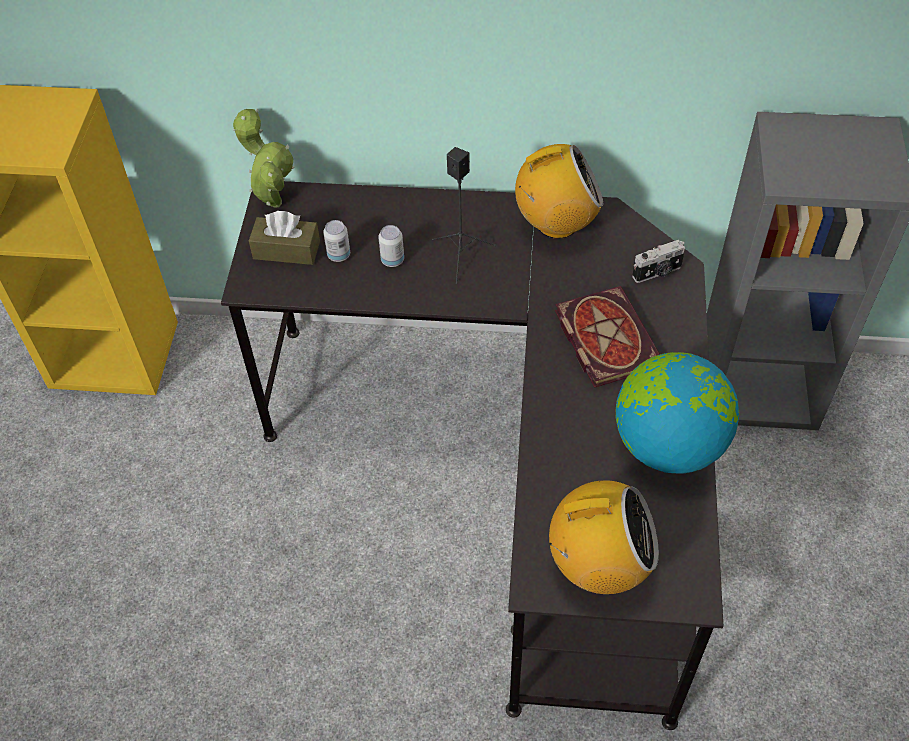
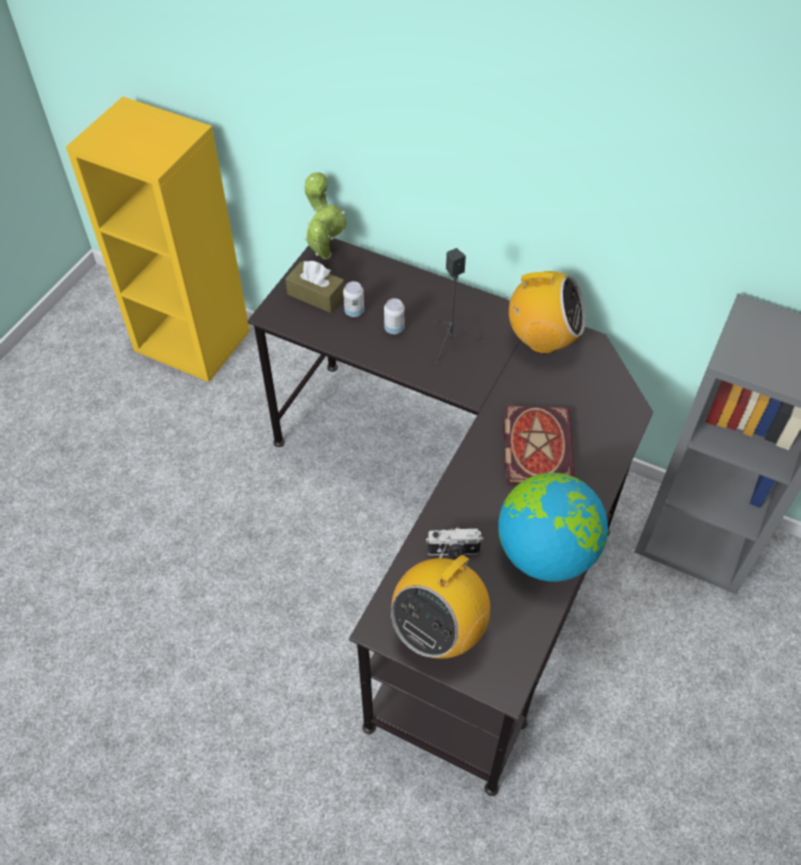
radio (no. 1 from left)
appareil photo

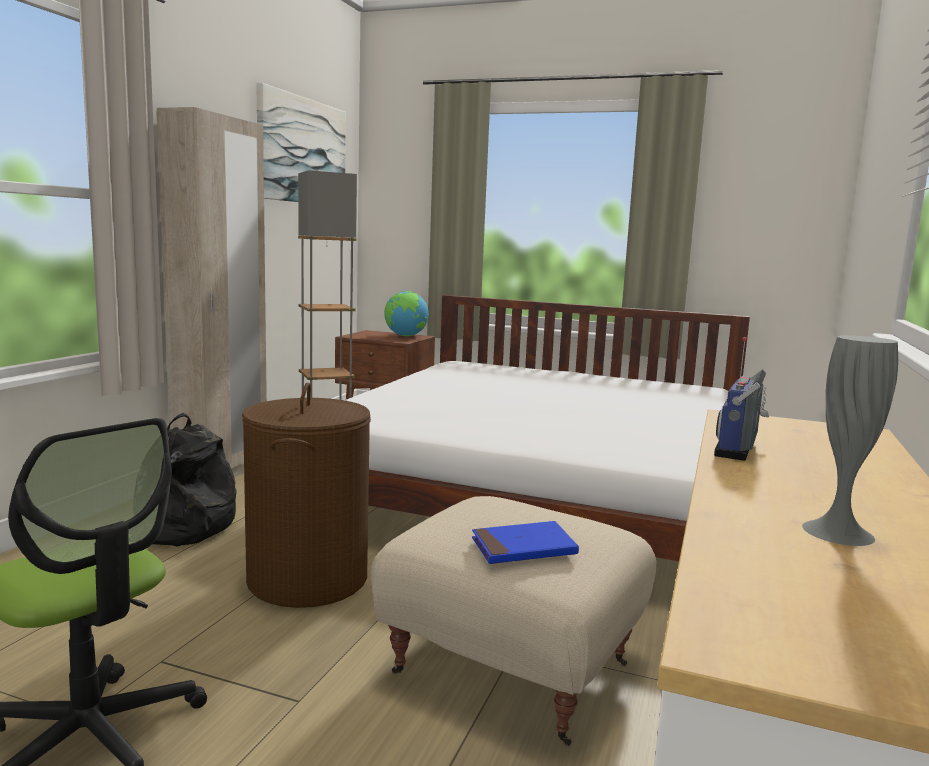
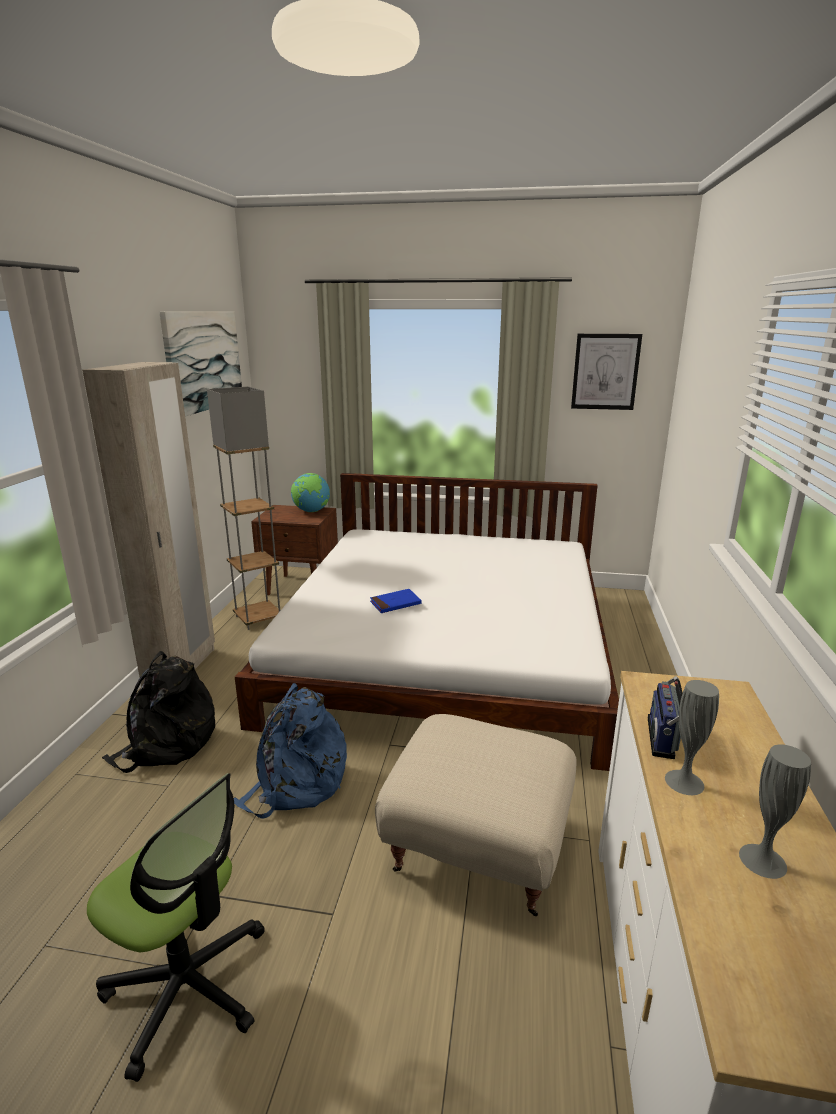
sac à dos/bleu
livre/bleu
tableau (no. 2 from left)
vase/gris (no. 1 from left)

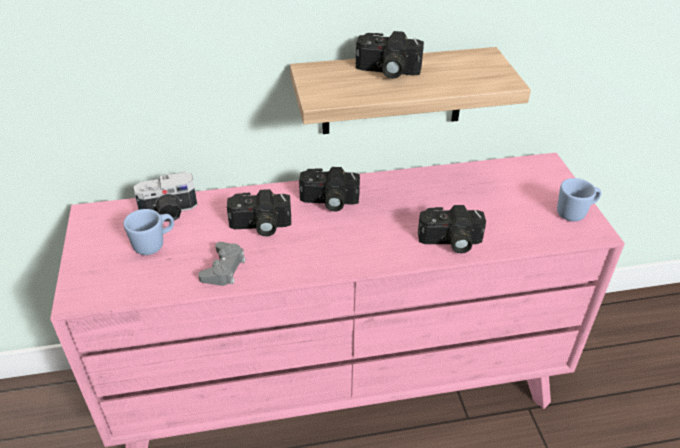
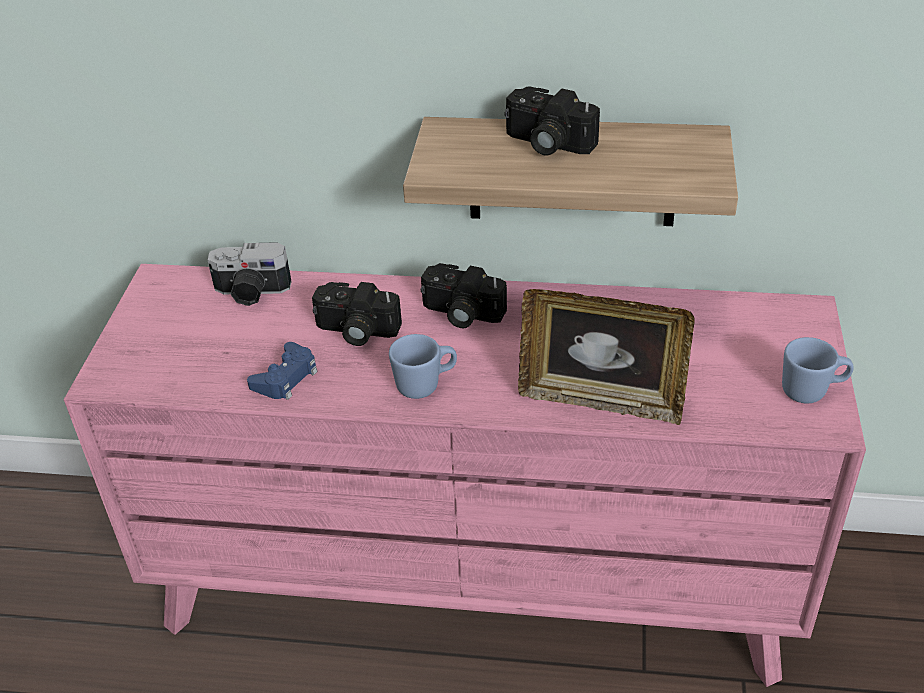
manette/bleu
mug/bleu (no. 1 from left)
cadre photo

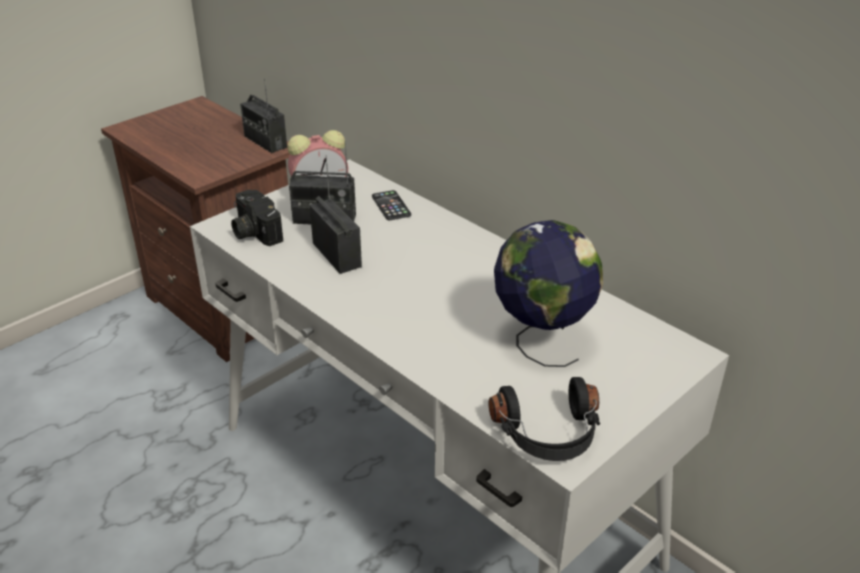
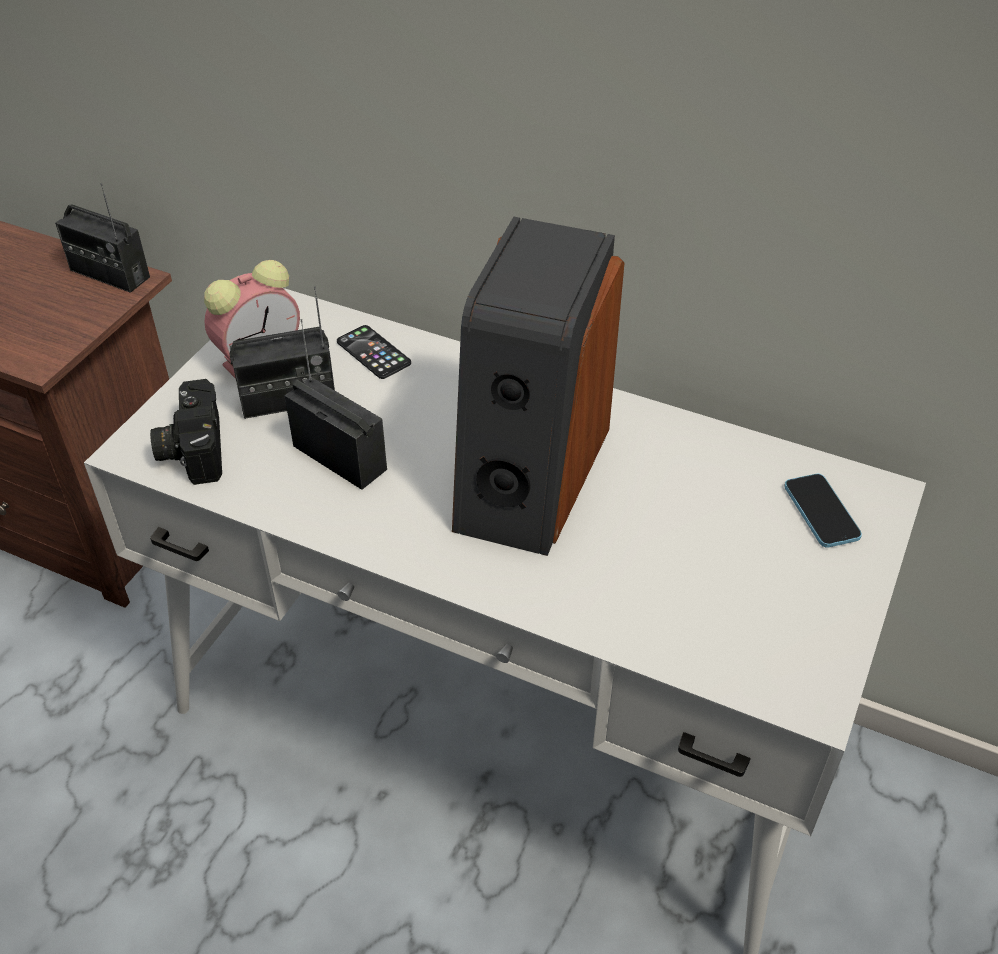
appareil photo
enceinte
téléphone (no. 2 from left)
casque audio/noir
globe

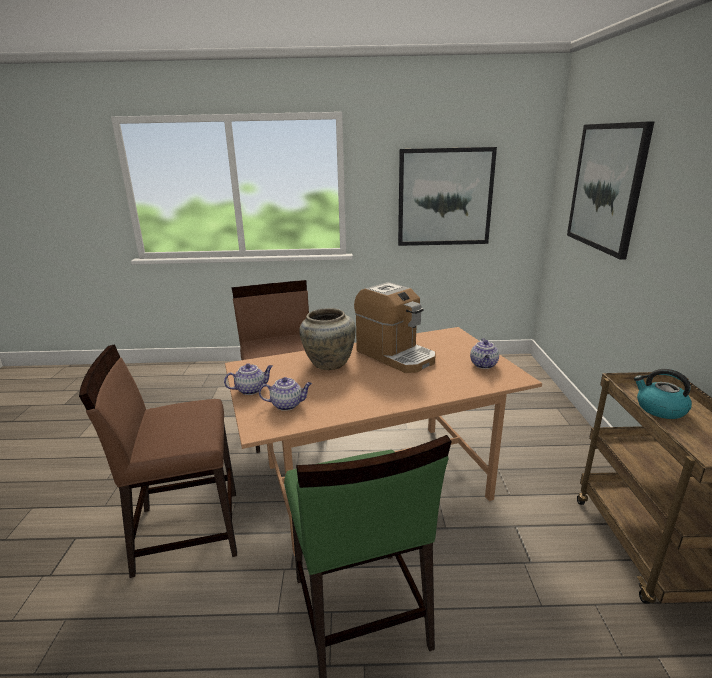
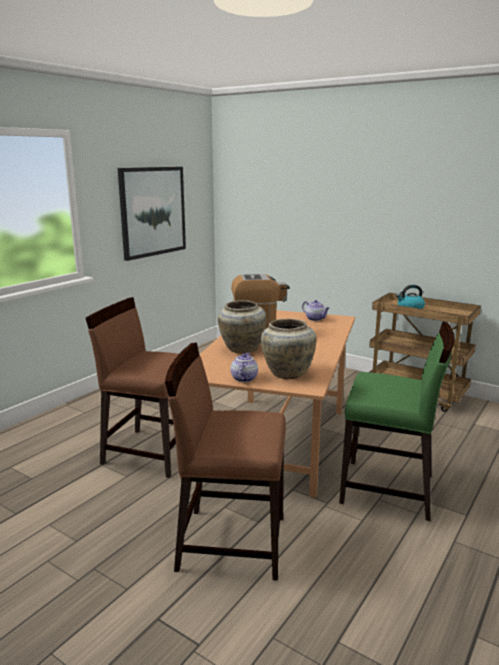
chaise/marron (no. 2 from left)
vase/beige (no. 2 from left)
tableau (no. 2 from left in the first image)

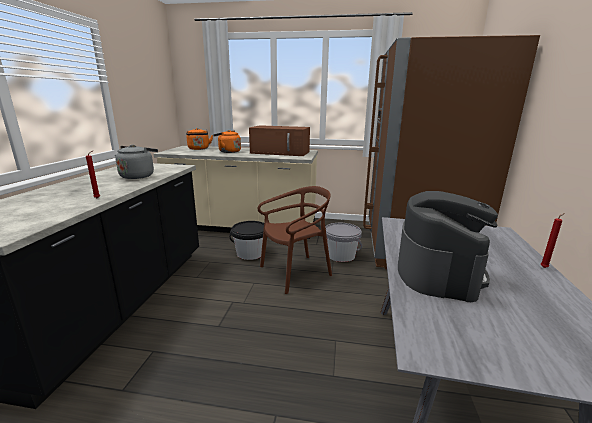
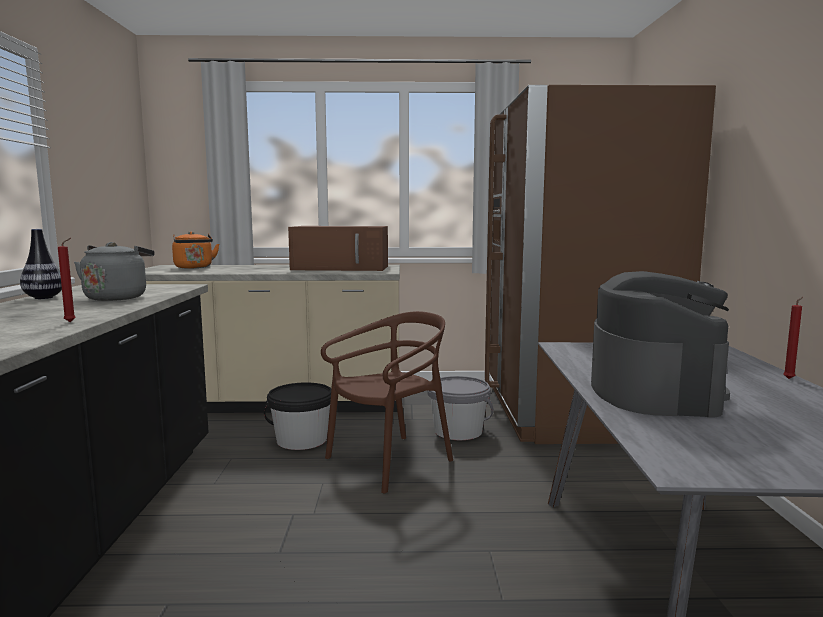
vase
bouilloire/orange (no. 2 from left in the first image)

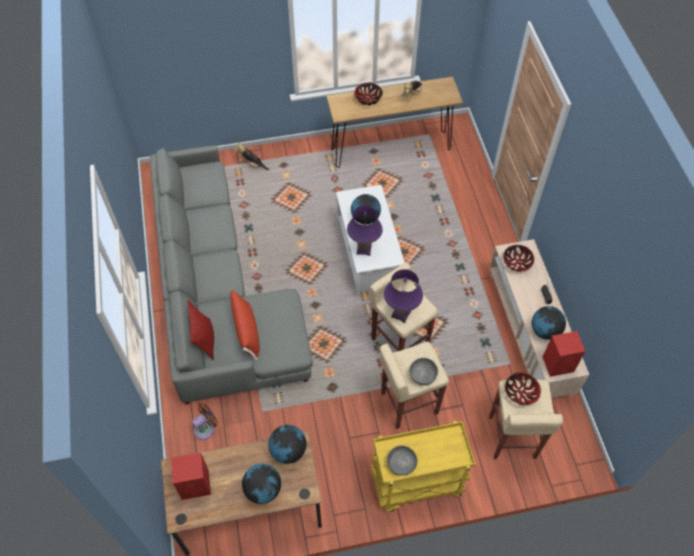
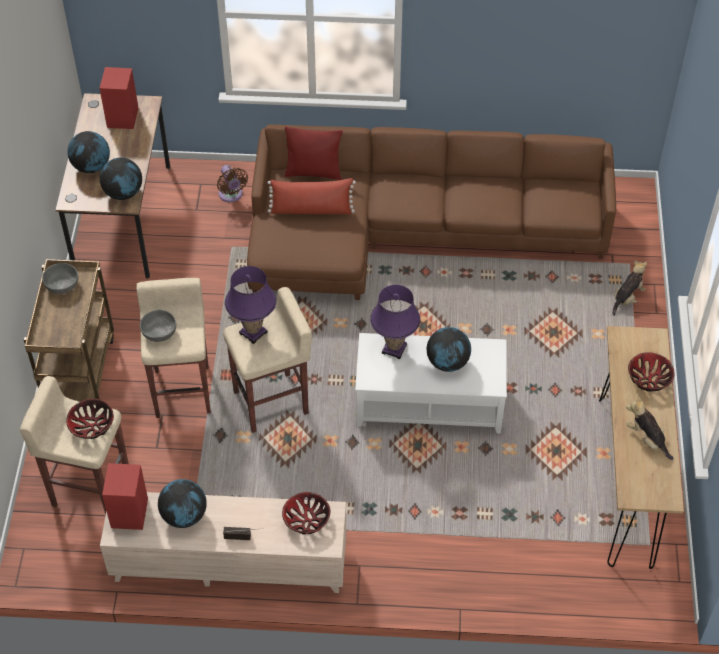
chariot/marron
canapé/marron

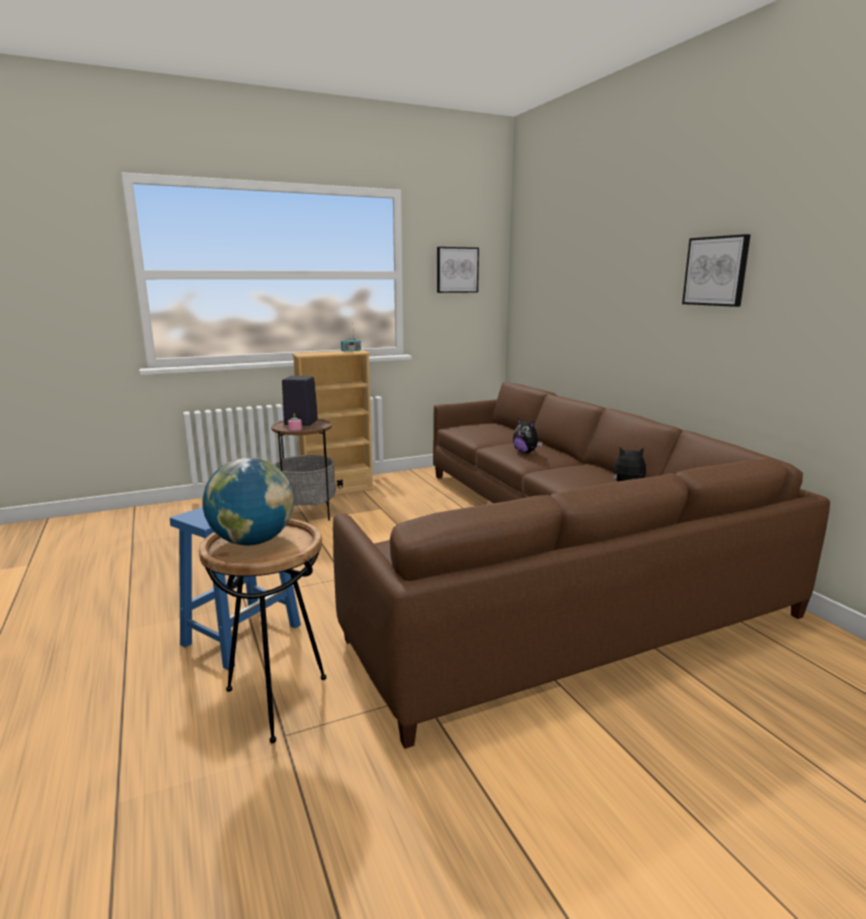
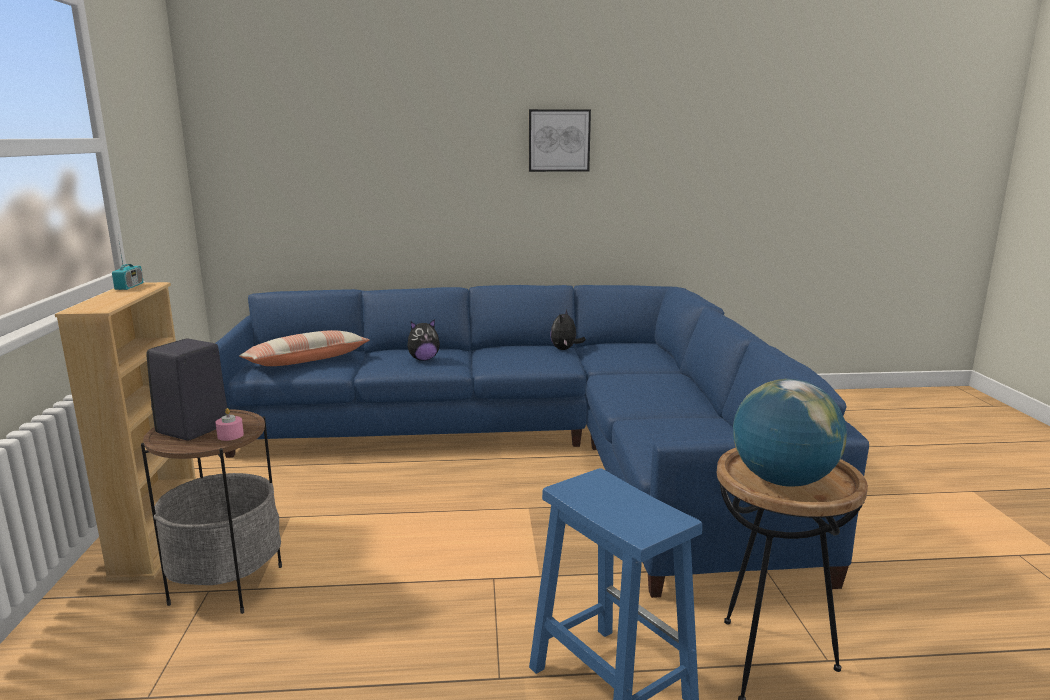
canapé/bleu
coussin
tableau (no. 1 from left in the first image)

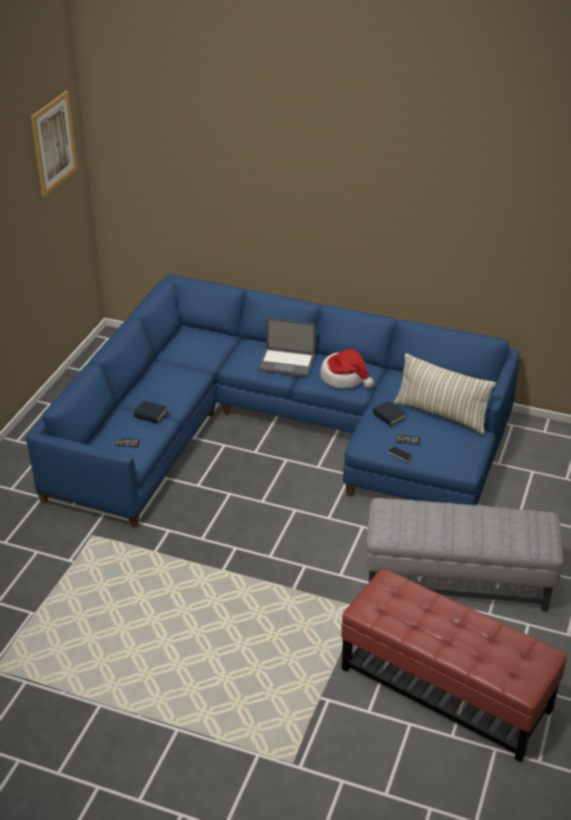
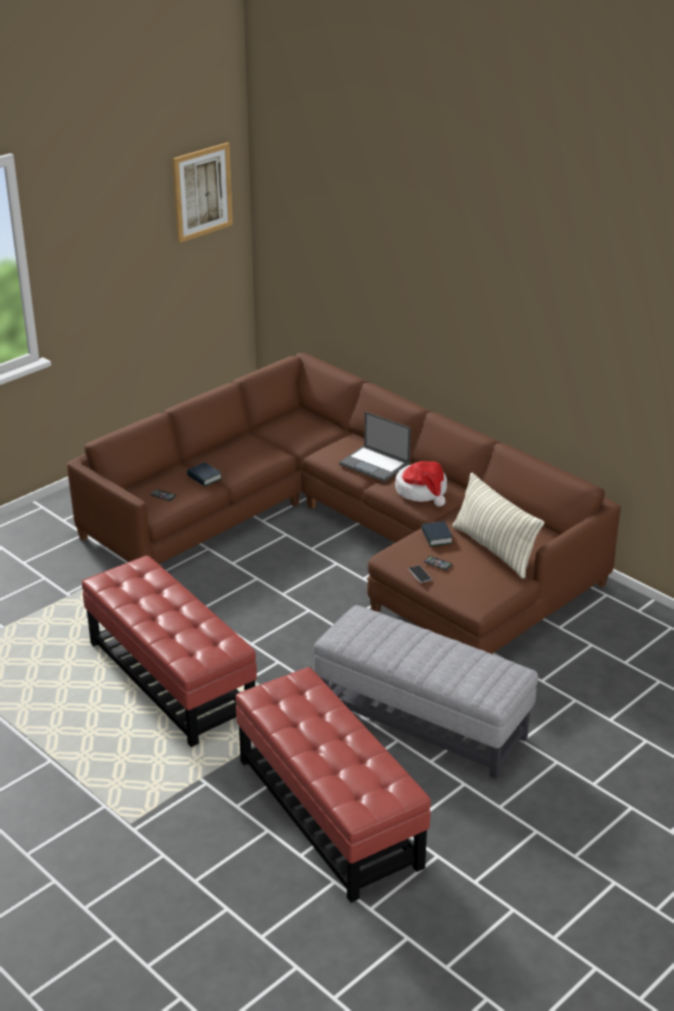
canapé/marron
pouf/rouge (no. 1 from left)

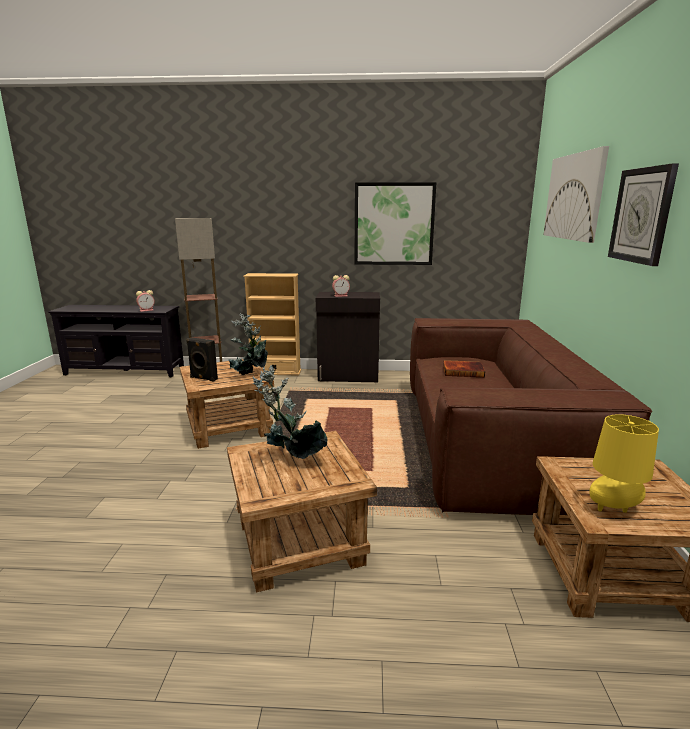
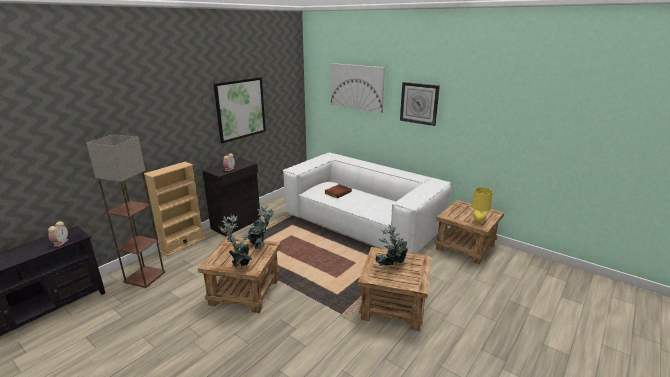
plante en pot (no. 1 from left)
canapé/blanc

